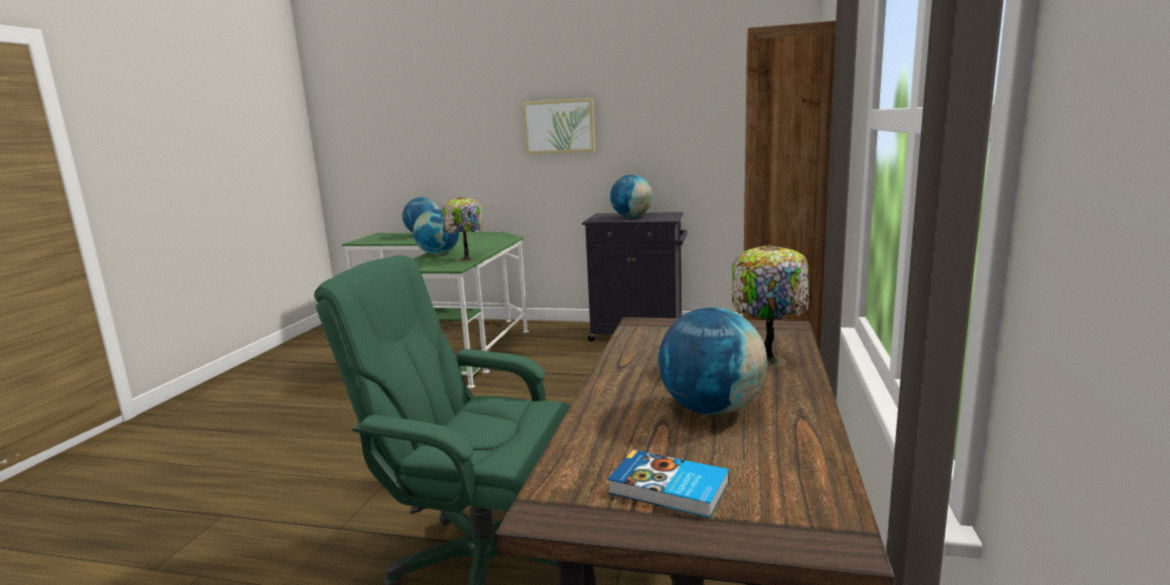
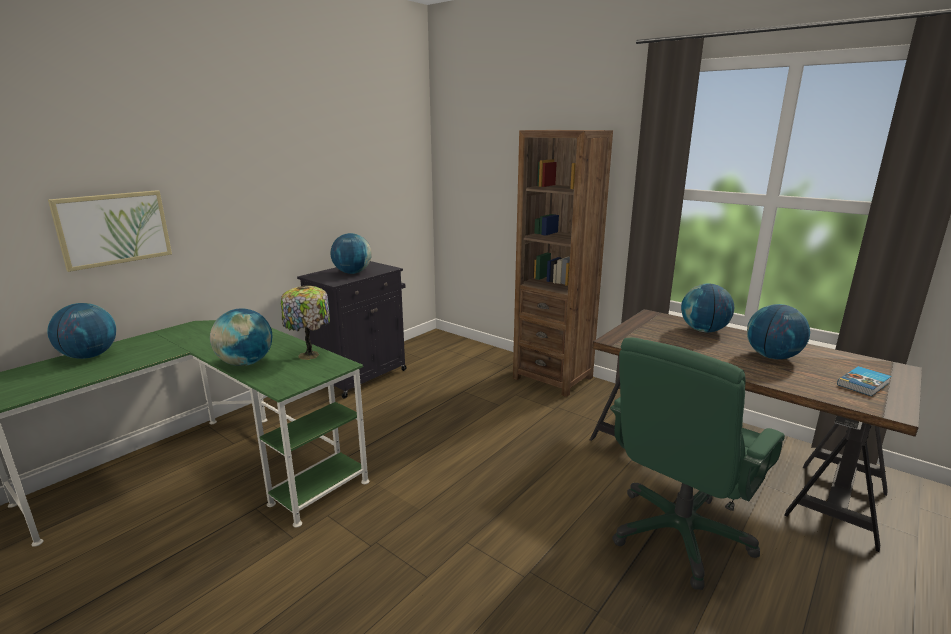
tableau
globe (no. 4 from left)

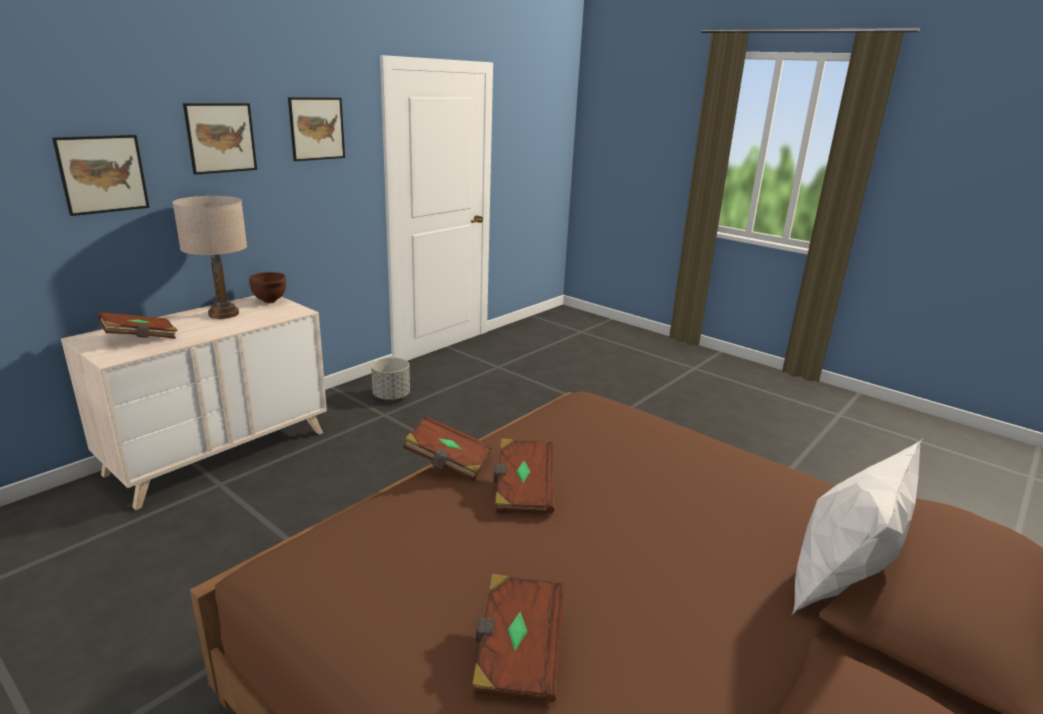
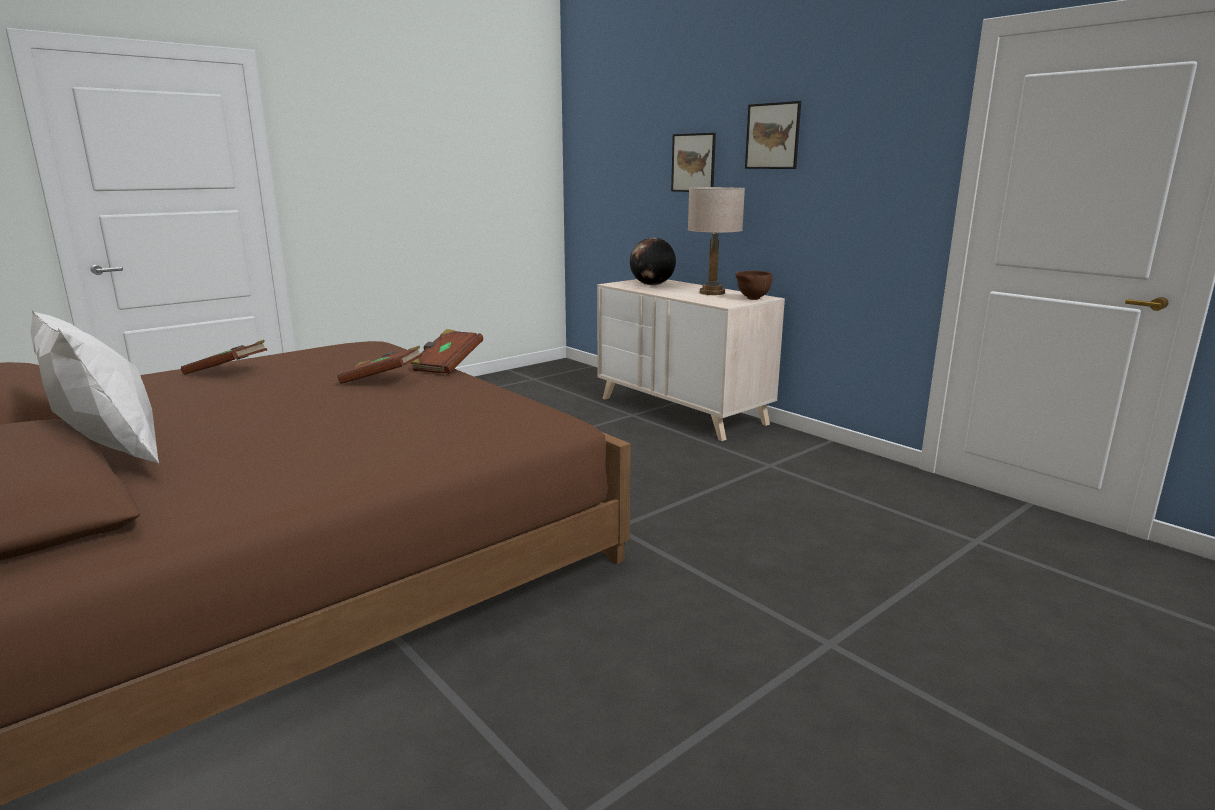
globe
tableau (no. 3 from left in the first image)
cache-pot/gris

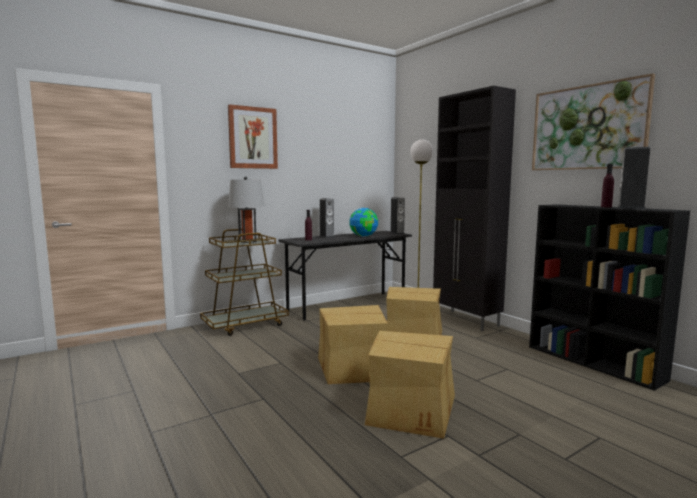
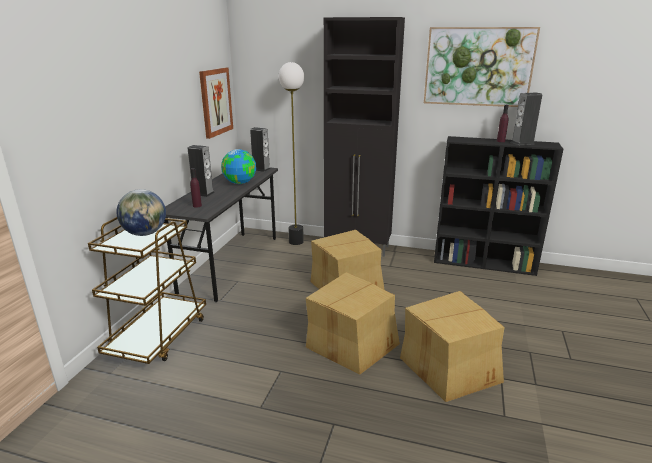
globe (no. 1 from left)
tableau (no. 1 from left)

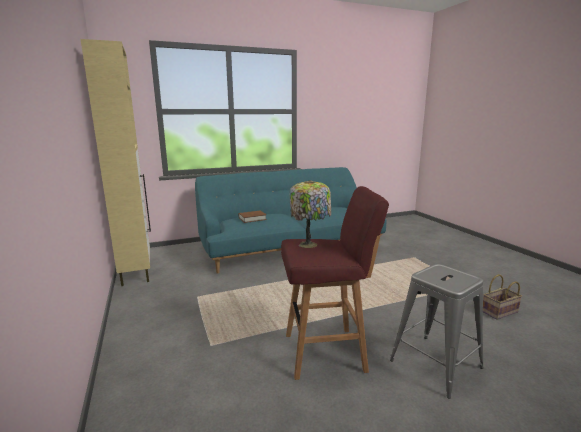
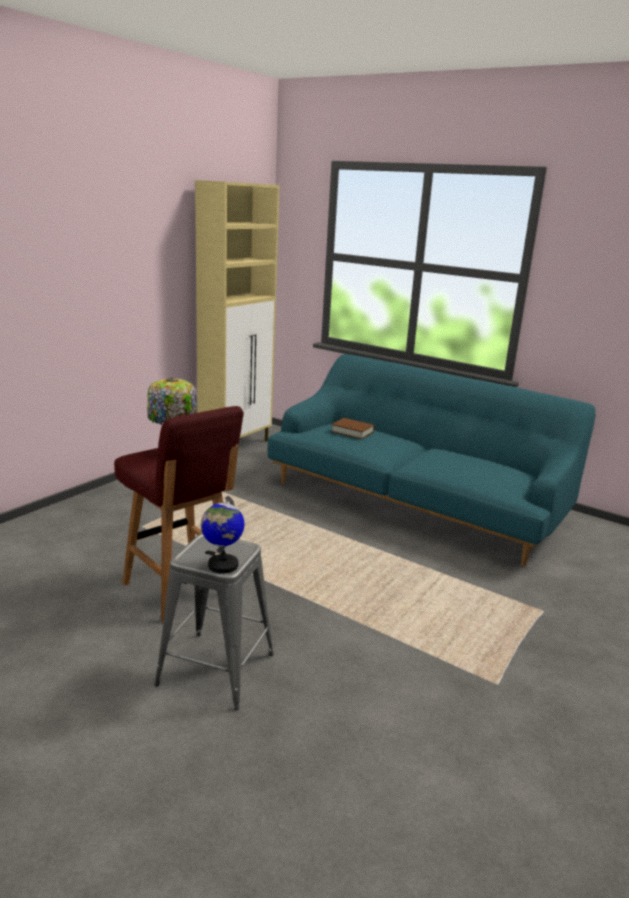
globe
panier

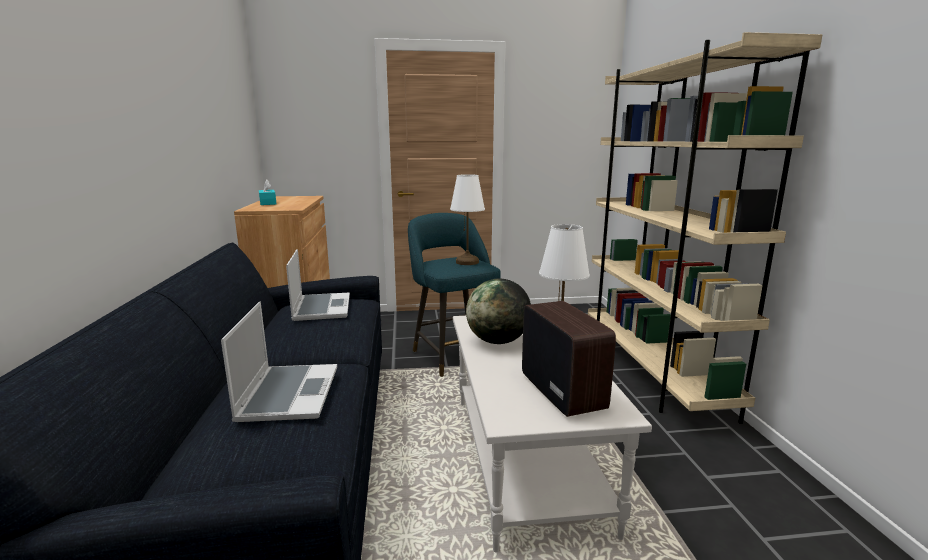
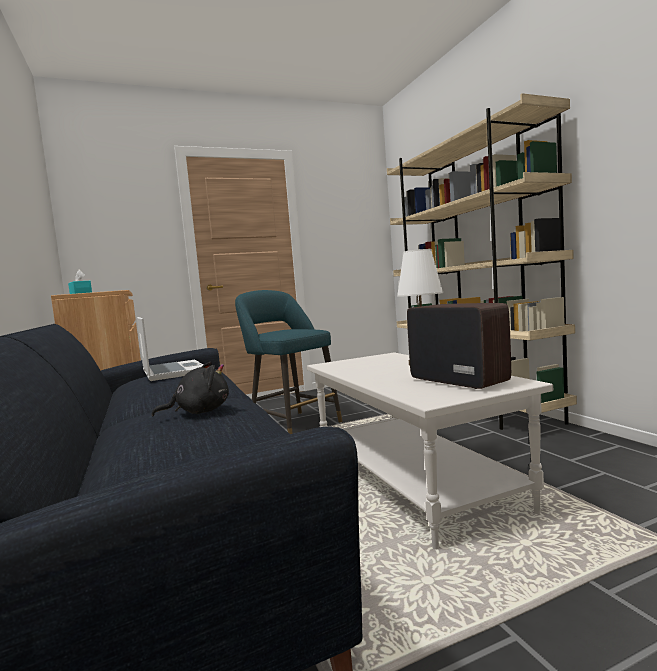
peluche/noir
lampe de table/blanc (no. 1 from left in the first image)
globe

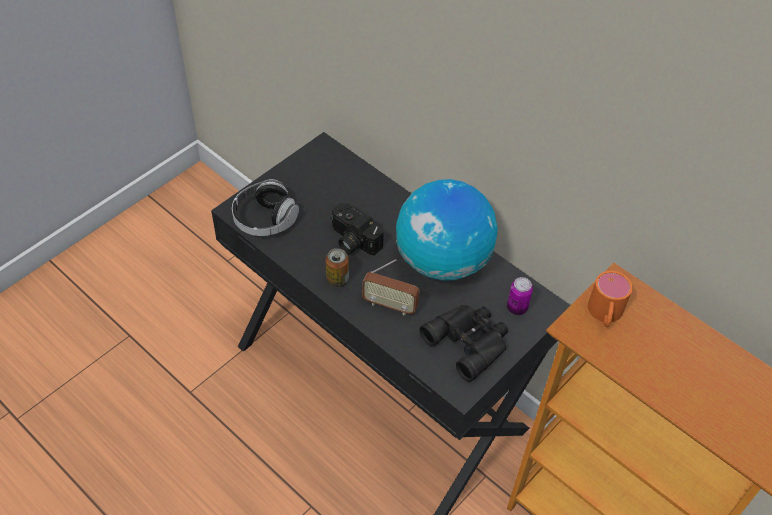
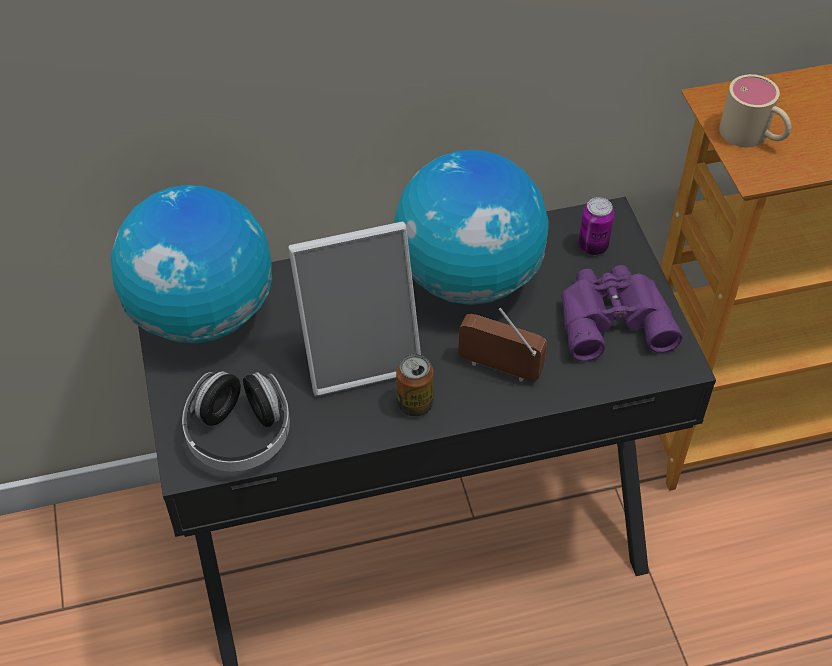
globe (no. 1 from left)
cadre photo
radio
jumelles/violet
mug/beige

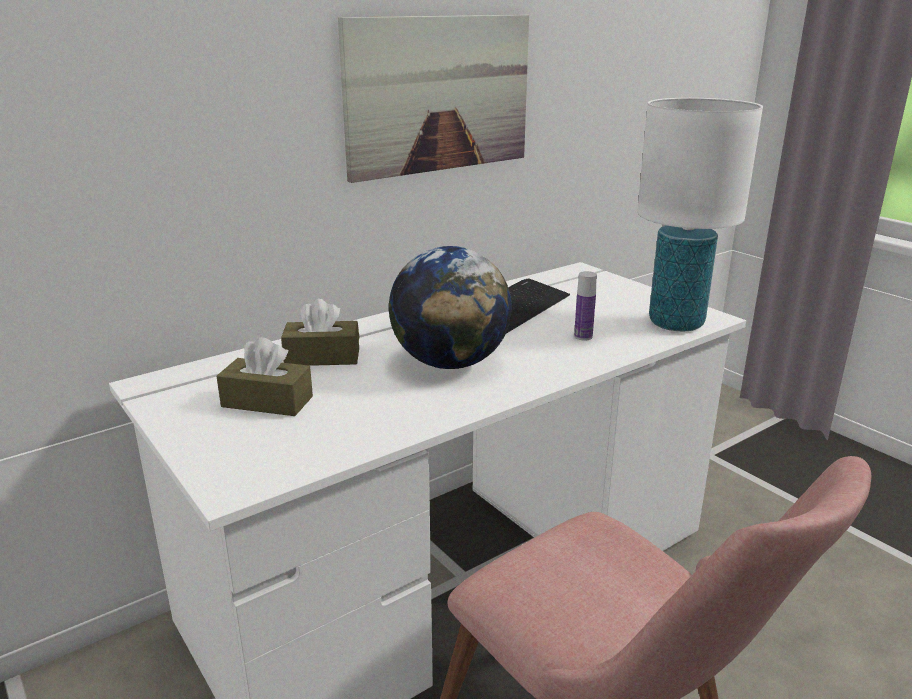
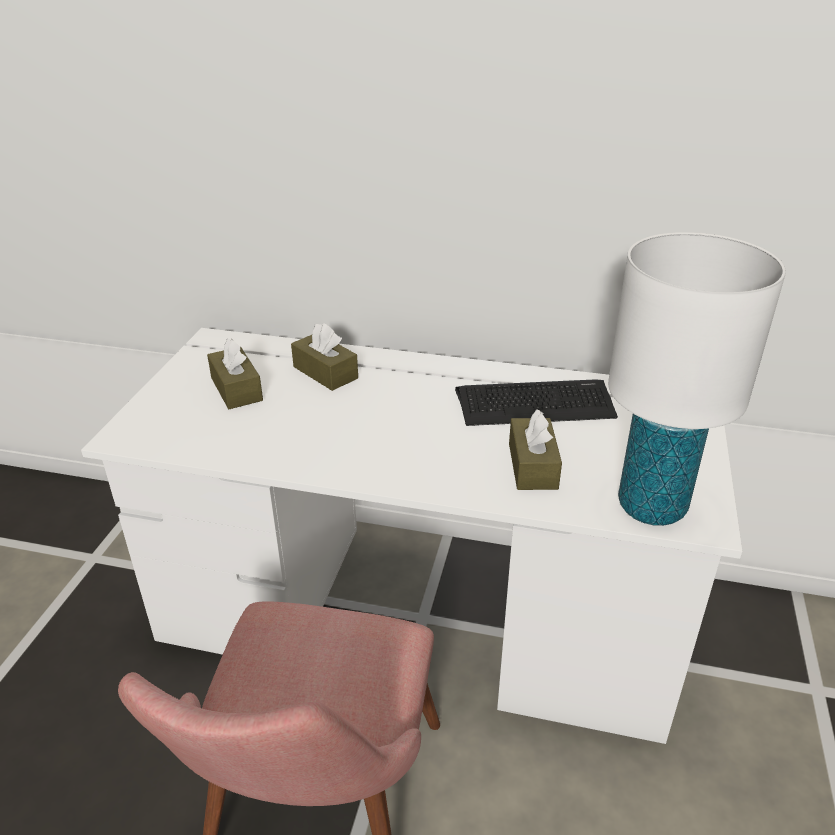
boîte à mouchoirs/marron (no. 3 from left)
tableau
globe

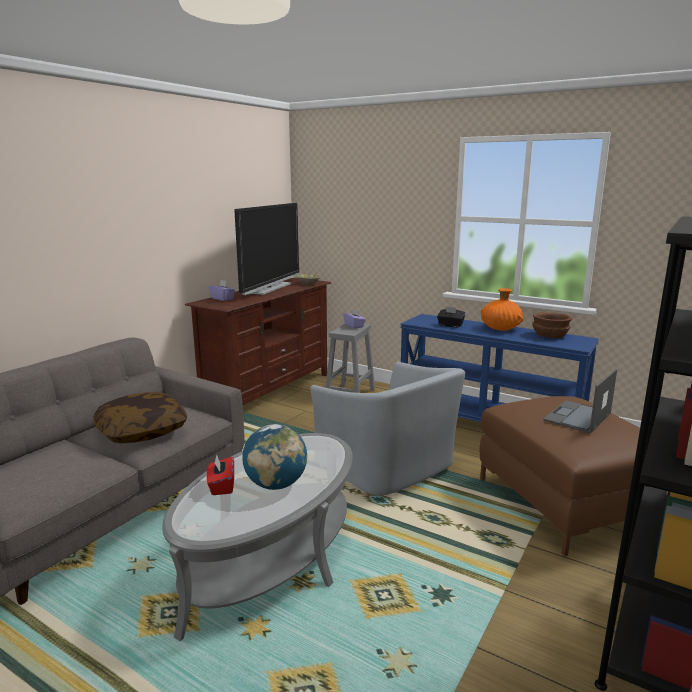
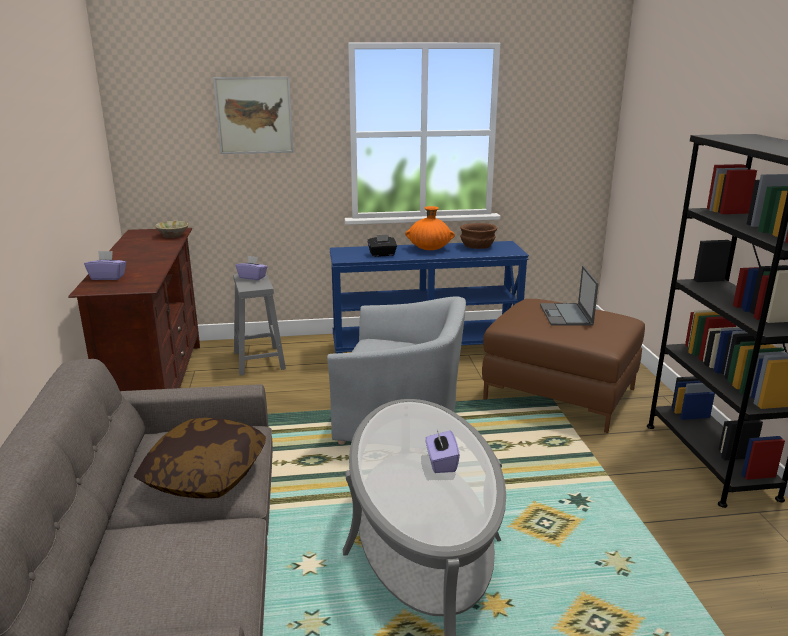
tableau
boîte à mouchoirs/violet (no. 3 from left)
boîte à mouchoirs/rouge
téléviseur

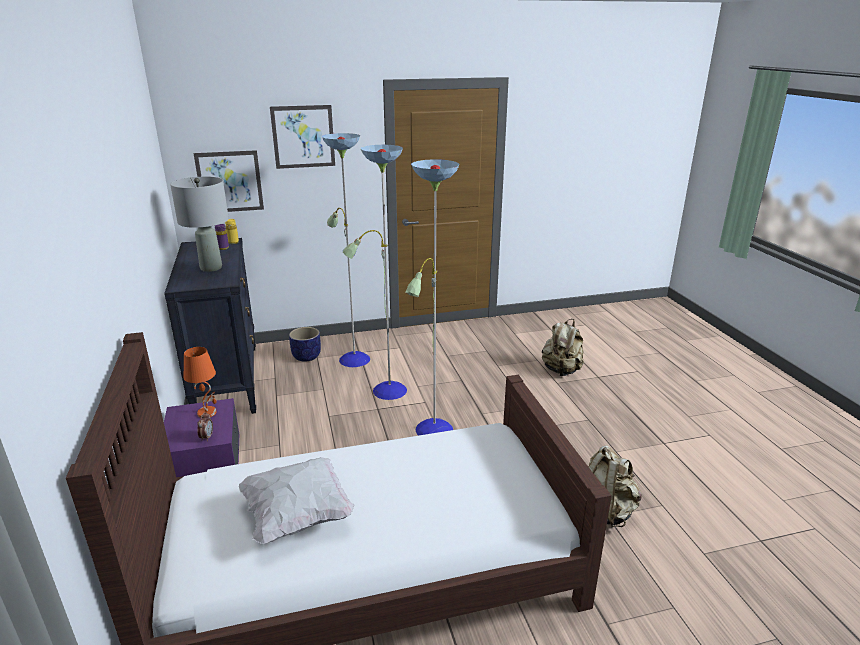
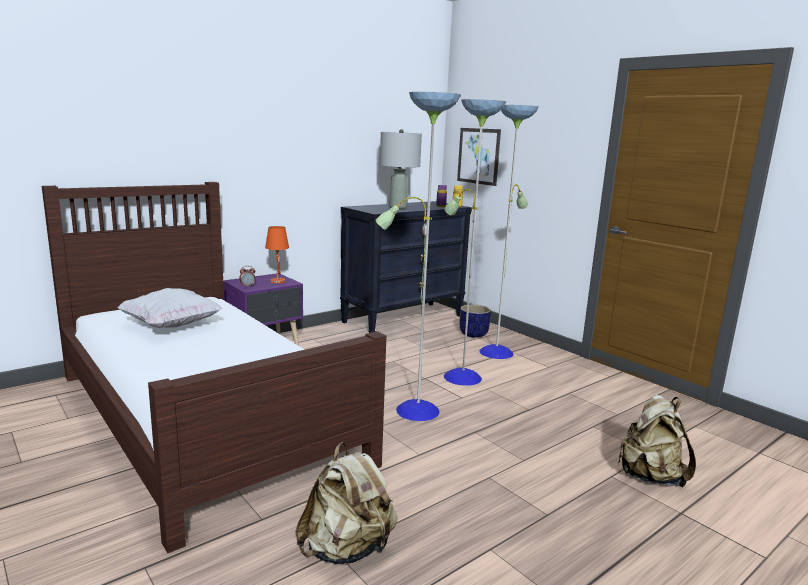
tableau (no. 2 from left in the first image)

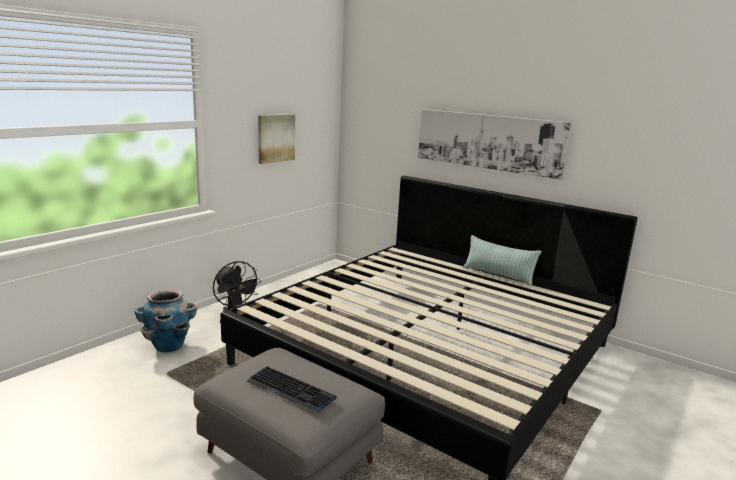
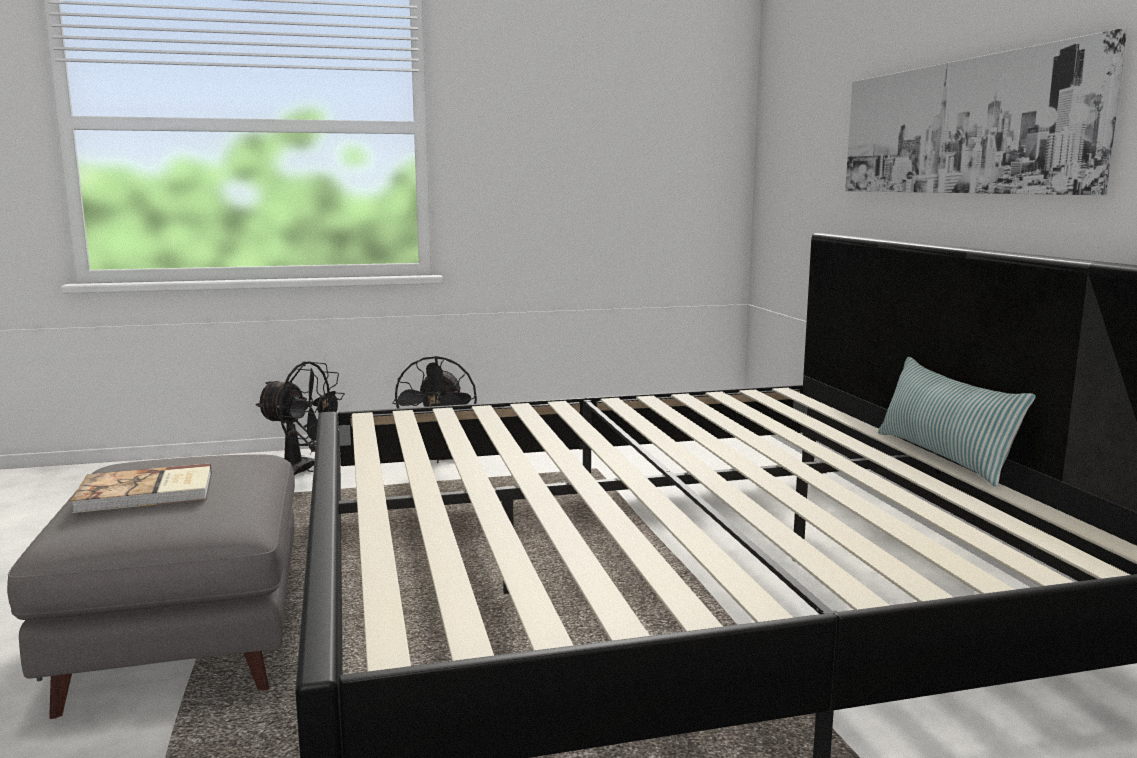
livre
ventilateur/noir (no. 1 from left)
tableau (no. 1 from left in the first image)

